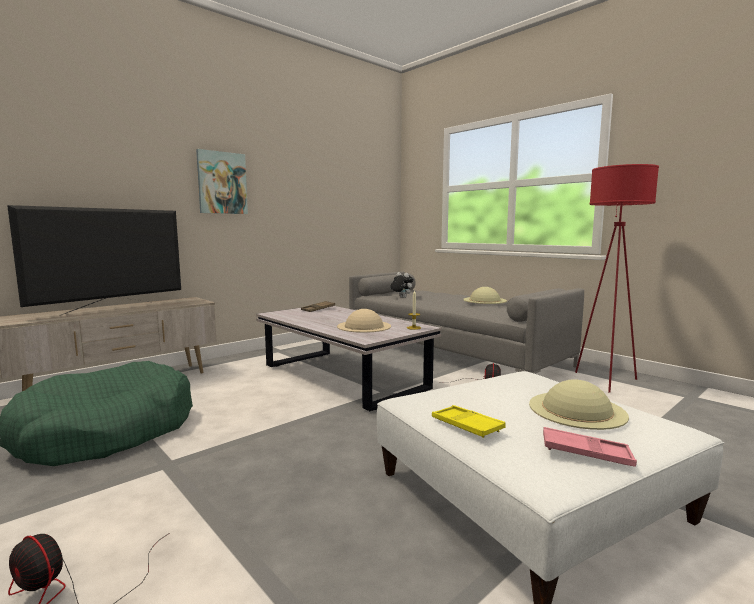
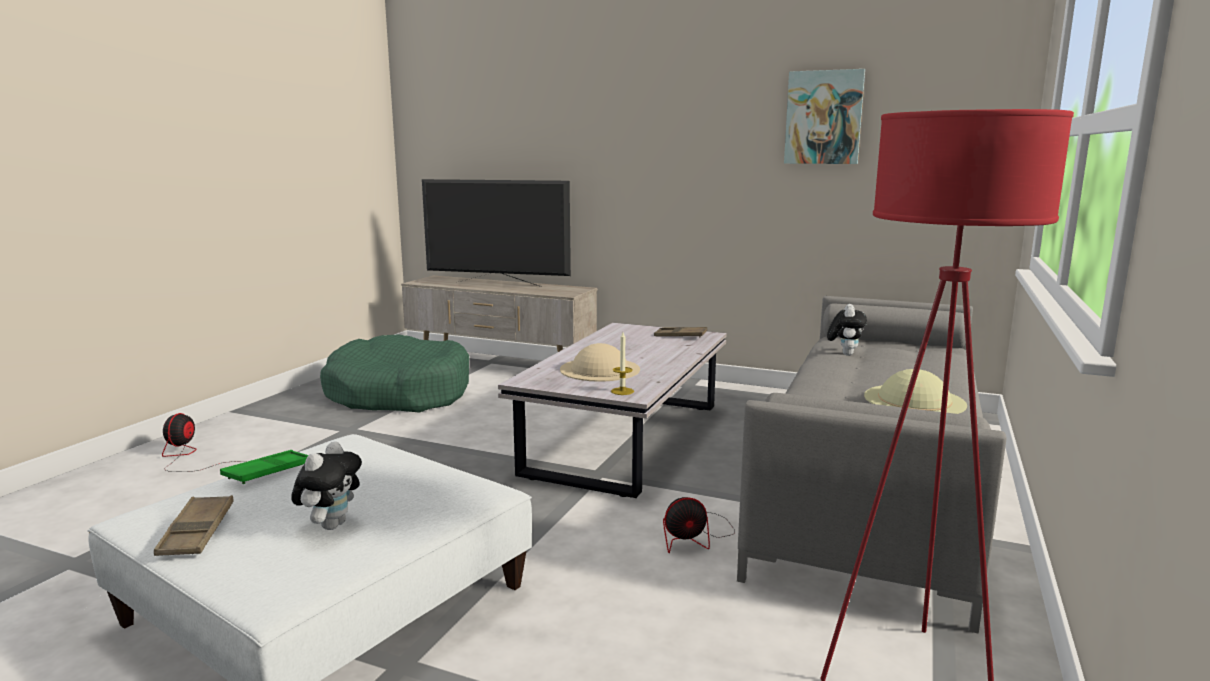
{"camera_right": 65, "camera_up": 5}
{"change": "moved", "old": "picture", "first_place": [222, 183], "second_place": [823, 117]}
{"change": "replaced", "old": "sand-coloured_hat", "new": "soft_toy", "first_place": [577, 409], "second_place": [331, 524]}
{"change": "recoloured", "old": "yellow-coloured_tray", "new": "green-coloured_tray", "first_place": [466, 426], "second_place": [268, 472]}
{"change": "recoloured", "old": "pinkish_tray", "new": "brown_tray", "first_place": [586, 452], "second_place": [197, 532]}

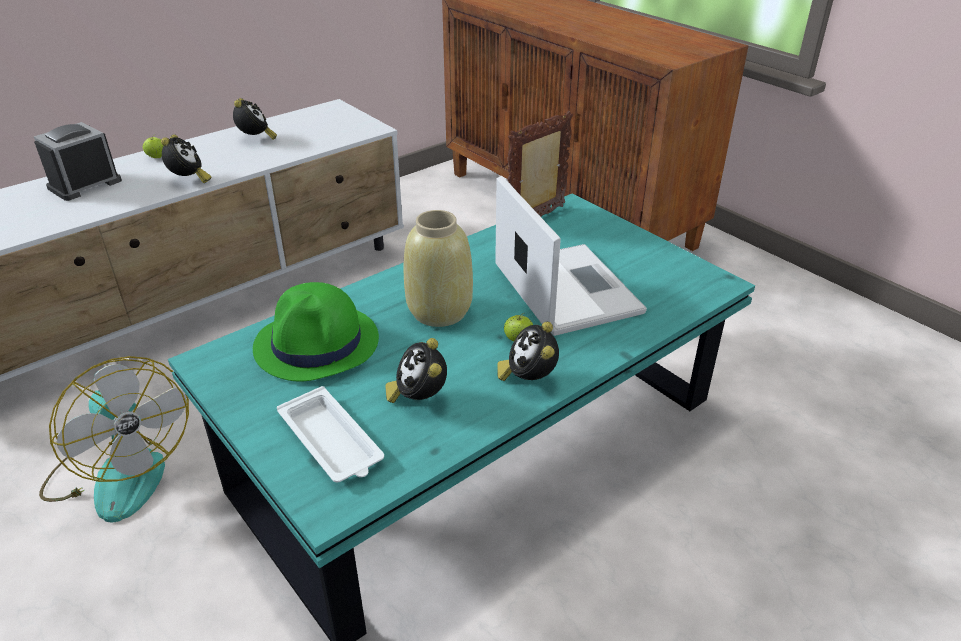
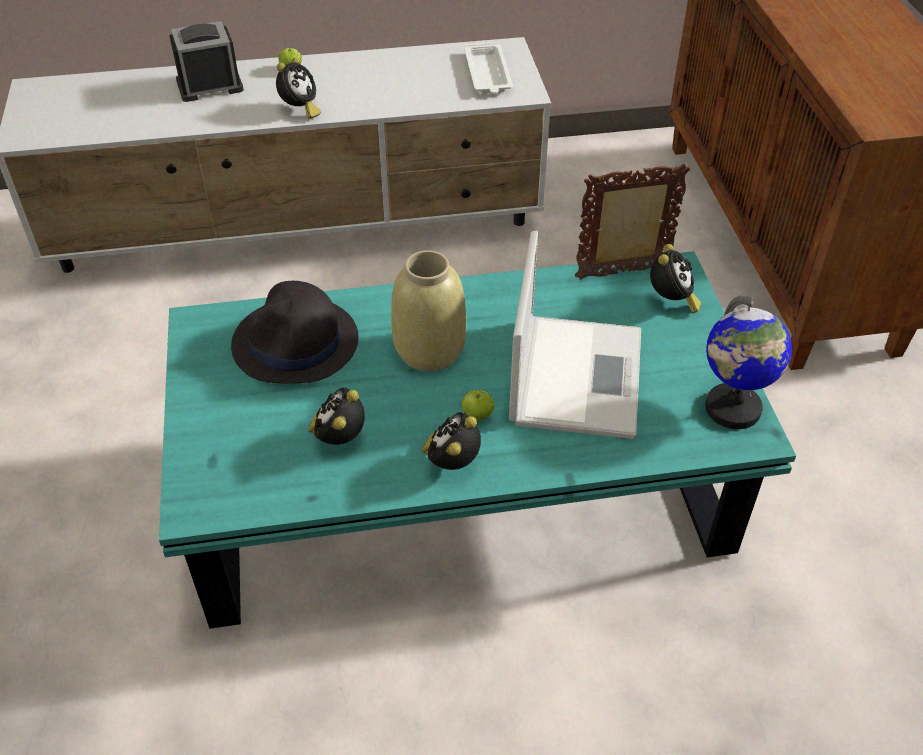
{"camera_right": 30, "camera_up": 10}
{"change": "removed", "old": "cooling_fan", "first_place": [121, 472]}
{"change": "added", "new": "desk_globe", "second_place": [732, 409]}
{"change": "moved", "old": "bedside_clock", "first_place": [256, 139], "second_place": [671, 301]}
{"change": "moved", "old": "white-coloured_tray", "first_place": [331, 442], "second_place": [488, 74]}
{"change": "recoloured", "old": "green-coloured_hat", "new": "blackish_hat", "first_place": [317, 344], "second_place": [296, 343]}

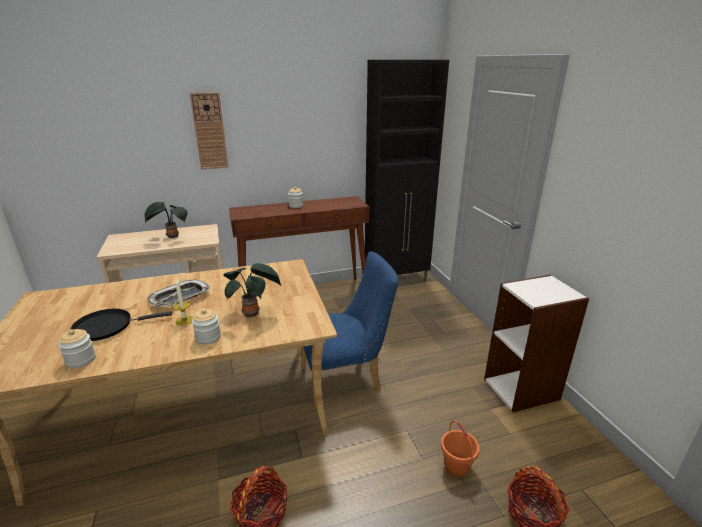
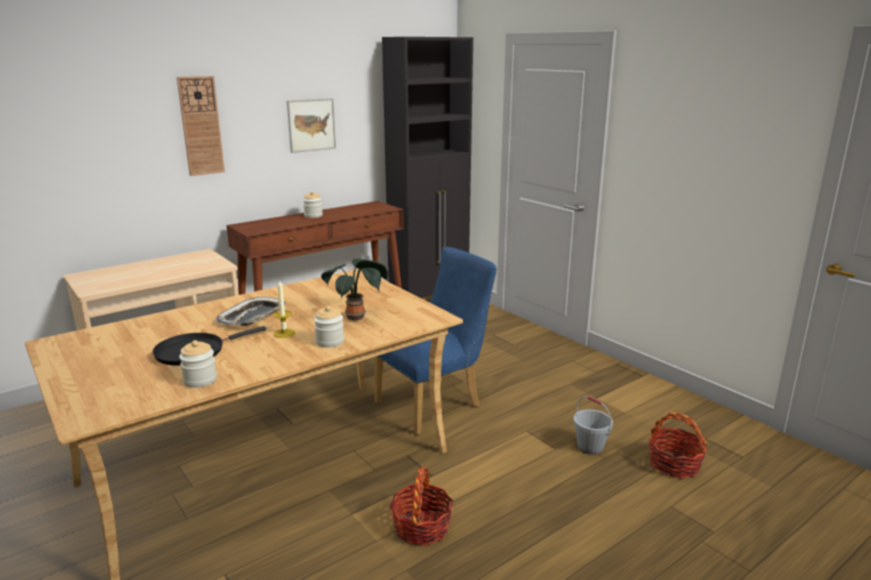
{"camera_right": -20, "camera_up": -5}
{"change": "removed", "old": "plant_in_a_pot", "first_place": [171, 237]}
{"change": "removed", "old": "bookshelf", "first_place": [522, 389]}
{"change": "added", "new": "picture", "second_place": [311, 125]}
{"change": "recoloured", "old": "orange_pail", "new": "greyish_pail", "first_place": [457, 466], "second_place": [590, 447]}

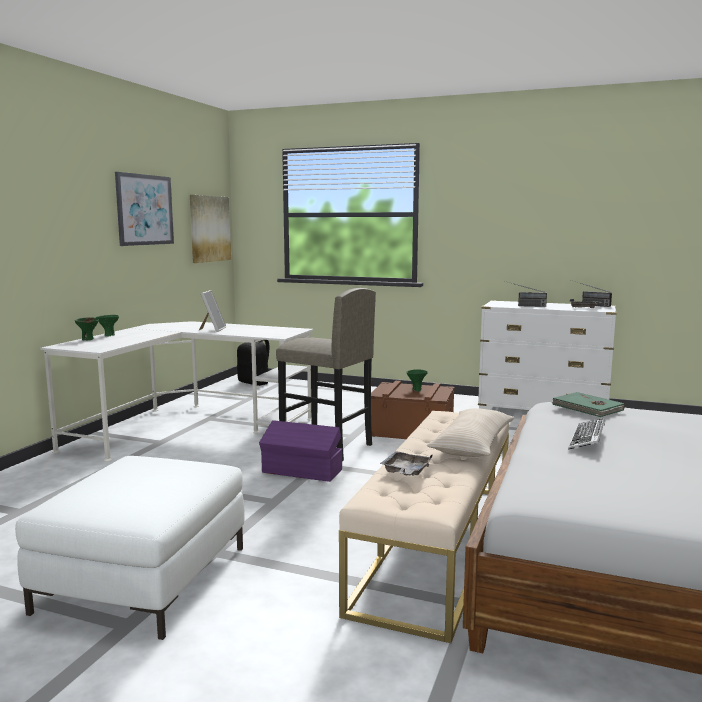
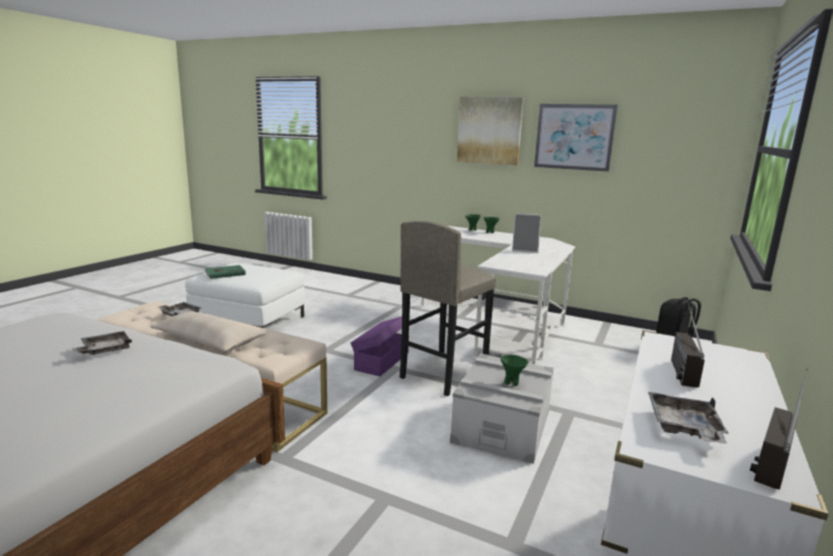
{"camera_right": 95, "camera_up": 5}
{"change": "moved", "old": "picture", "first_place": [209, 228], "second_place": [489, 130]}
{"change": "moved", "old": "green-coloured_volume", "first_place": [587, 408], "second_place": [225, 273]}
{"change": "replaced", "old": "PC_keyboard", "new": "greyish_tray", "first_place": [587, 439], "second_place": [105, 350]}
{"change": "recoloured", "old": "brown_storage_container", "new": "greyish_storage_container", "first_place": [411, 430], "second_place": [502, 426]}

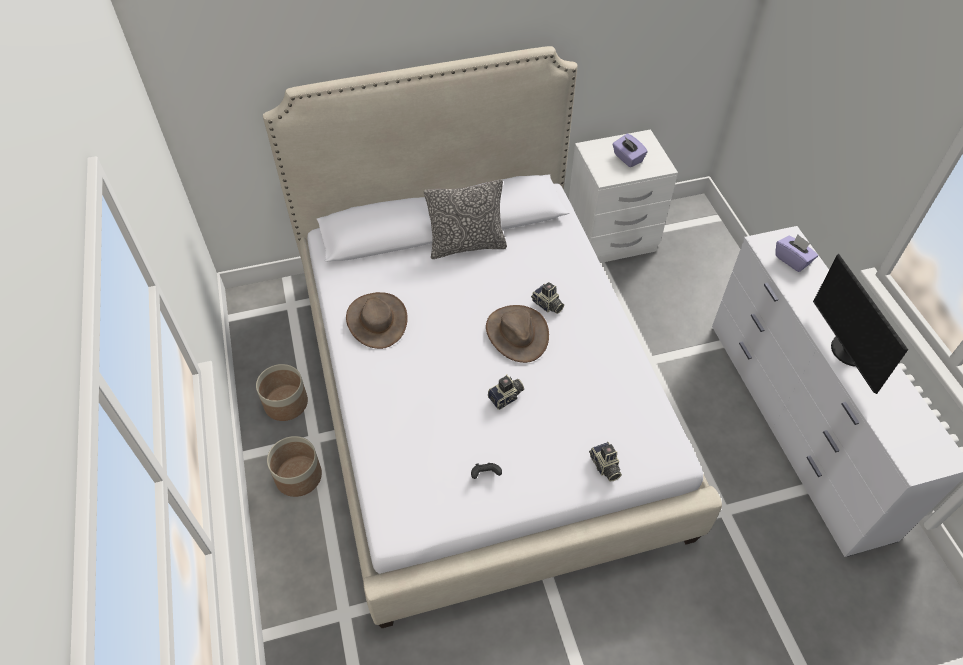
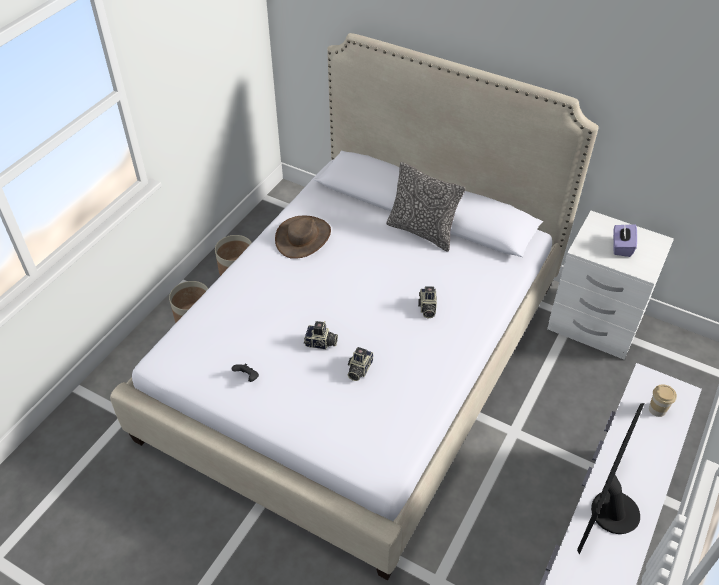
{"camera_right": 45, "camera_up": -5}
{"change": "removed", "old": "brown_hat", "first_place": [517, 334]}
{"change": "moved", "old": "photo_camera", "first_place": [604, 467], "second_place": [358, 369]}
{"change": "replaced", "old": "purplish_tissue_box", "new": "small_cup", "first_place": [792, 260], "second_place": [657, 409]}

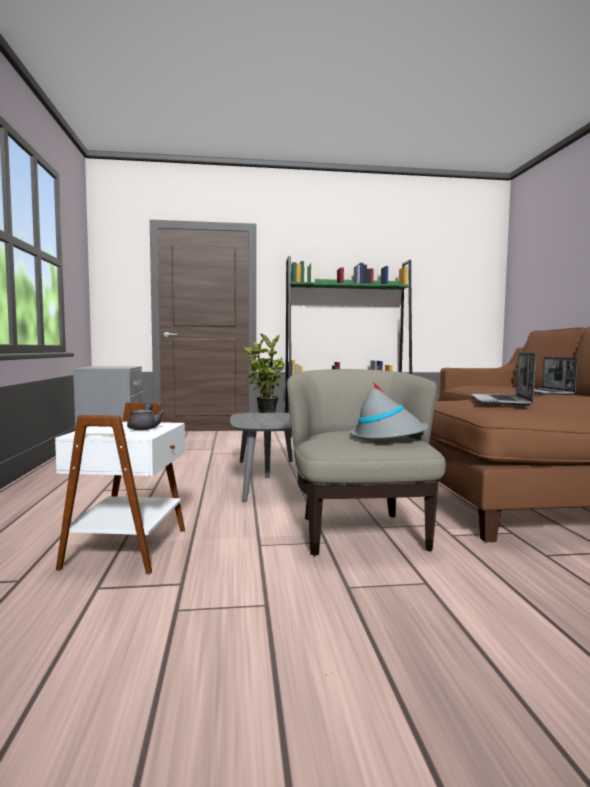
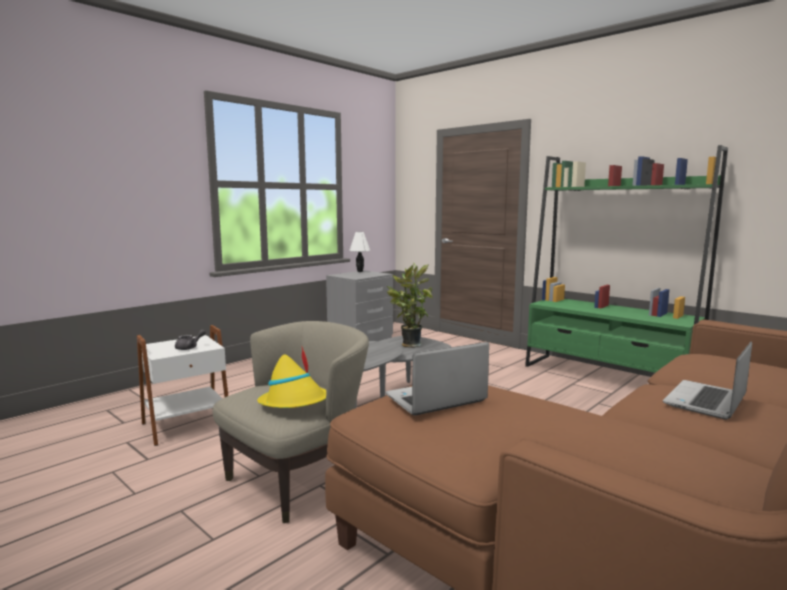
{"camera_right": 50, "camera_up": 5}
{"change": "added", "new": "white-coloured_tabletop_lamp", "second_place": [360, 271]}
{"change": "recoloured", "old": "greyish_hat", "new": "yellow-coloured_hat", "first_place": [388, 436], "second_place": [295, 402]}

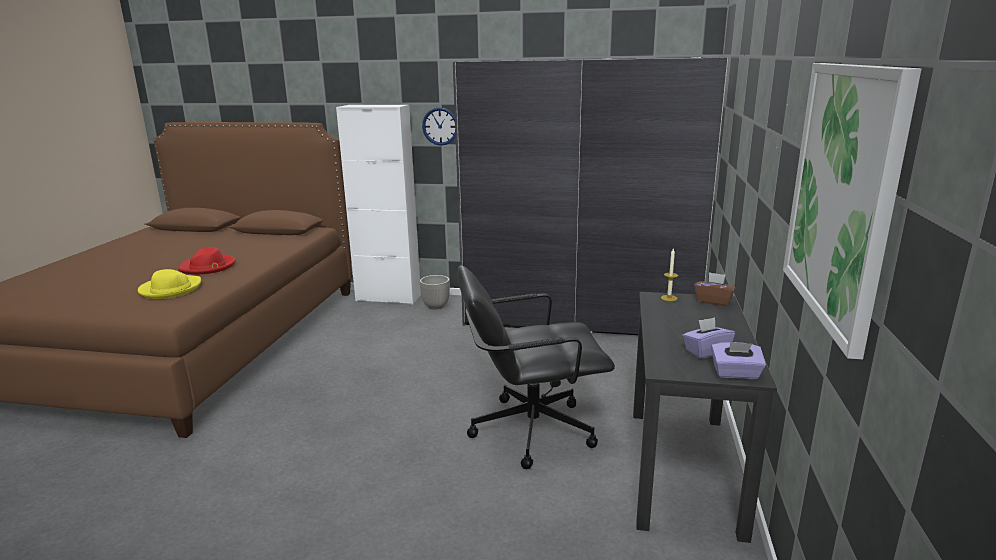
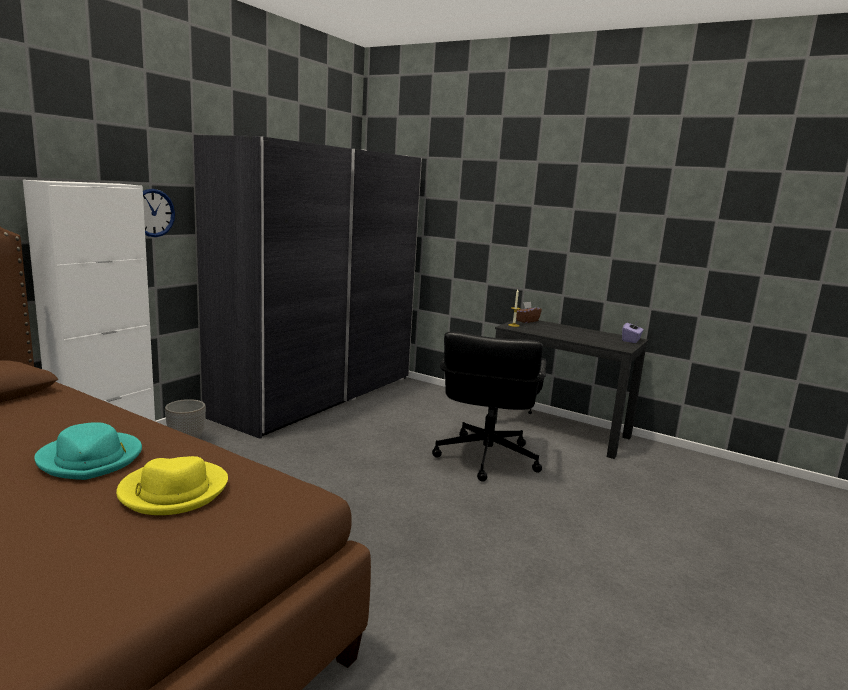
{"camera_right": -70, "camera_up": -5}
{"change": "removed", "old": "purplish_tissue_box", "first_place": [706, 351]}
{"change": "removed", "old": "picture", "first_place": [842, 194]}
{"change": "recoloured", "old": "red_hat", "new": "turquoise-coloured_hat", "first_place": [208, 267], "second_place": [91, 459]}

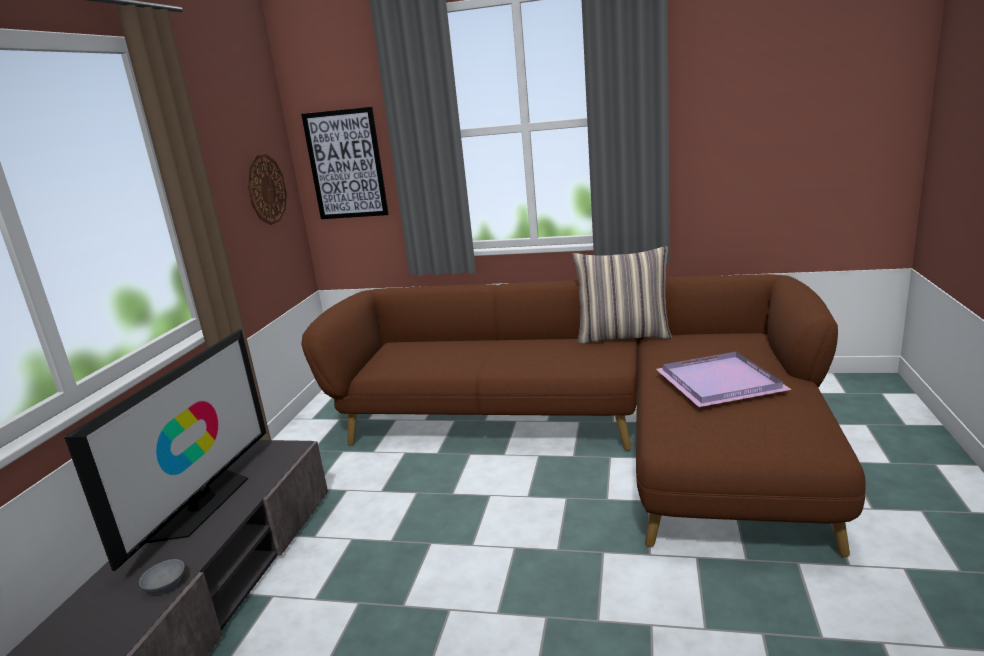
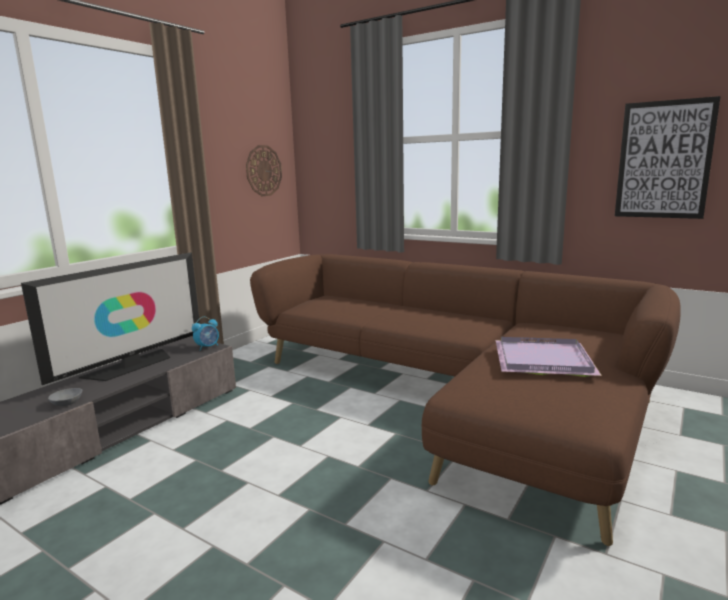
{"camera_right": 20, "camera_up": -5}
{"change": "removed", "old": "throw_pillow", "first_place": [623, 336]}
{"change": "added", "new": "bedside_clock", "second_place": [208, 347]}
{"change": "moved", "old": "picture", "first_place": [346, 164], "second_place": [664, 160]}

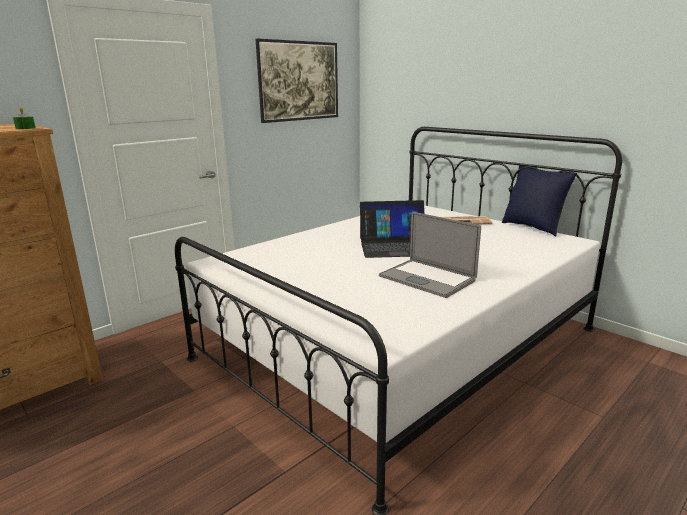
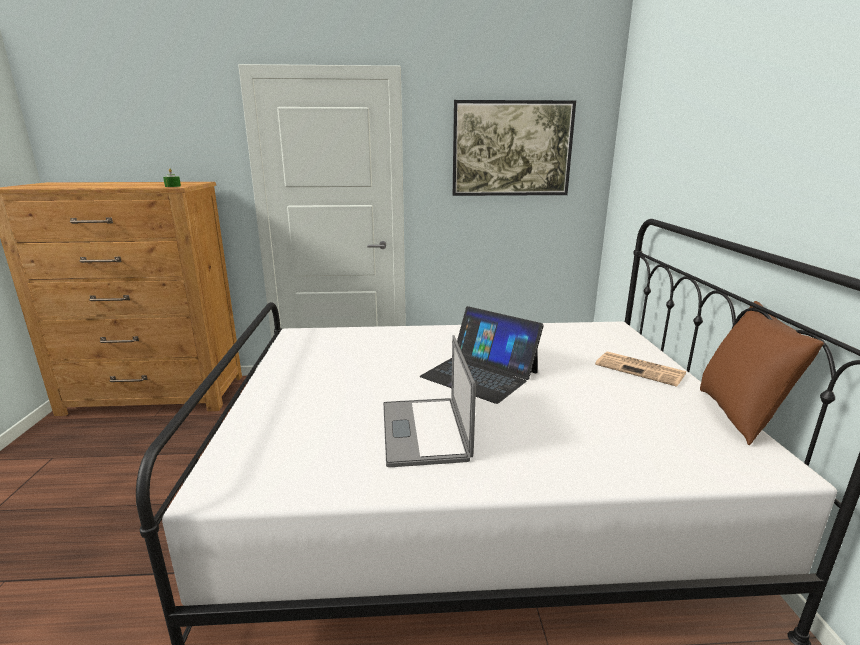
{"camera_right": 40, "camera_up": 0}
{"change": "recoloured", "old": "blue-coloured_throw_pillow", "new": "brown_throw_pillow", "first_place": [533, 228], "second_place": [740, 415]}

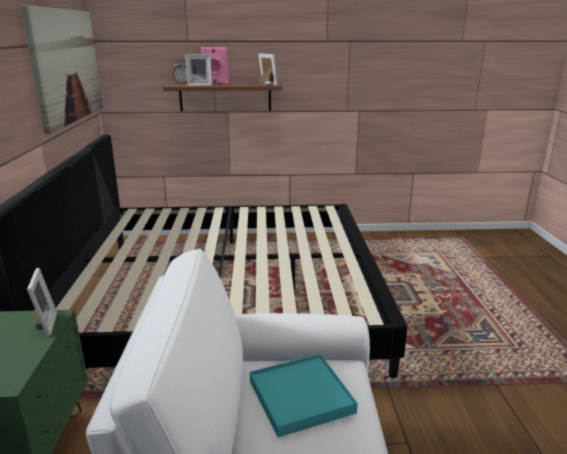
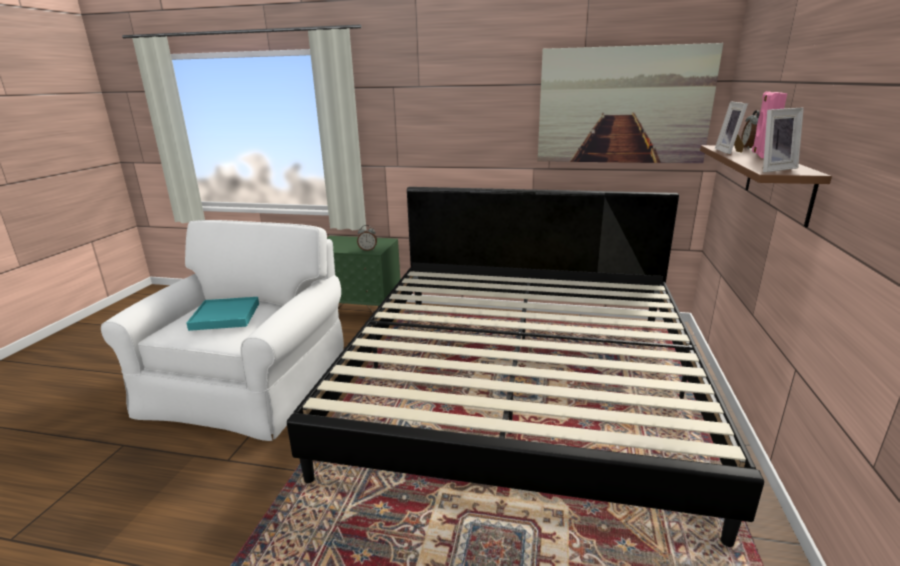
{"camera_right": 105, "camera_up": 0}
{"change": "replaced", "old": "picture_frame", "new": "bedside_clock", "first_place": [43, 325], "second_place": [368, 250]}

